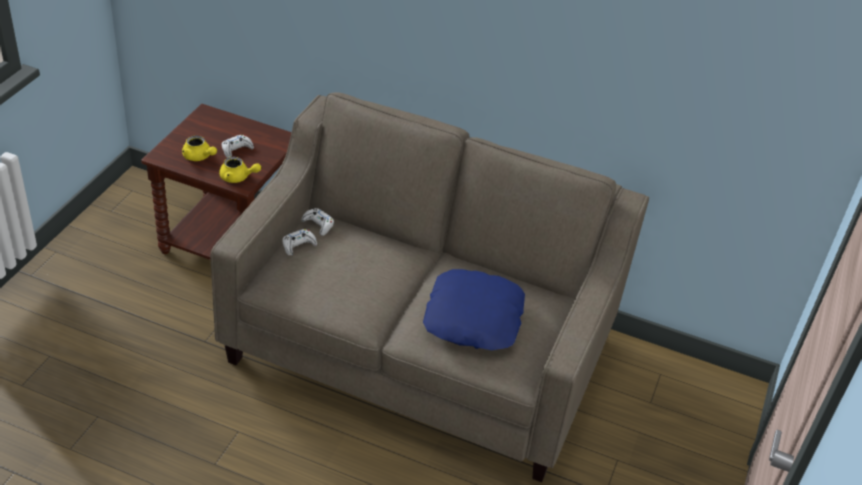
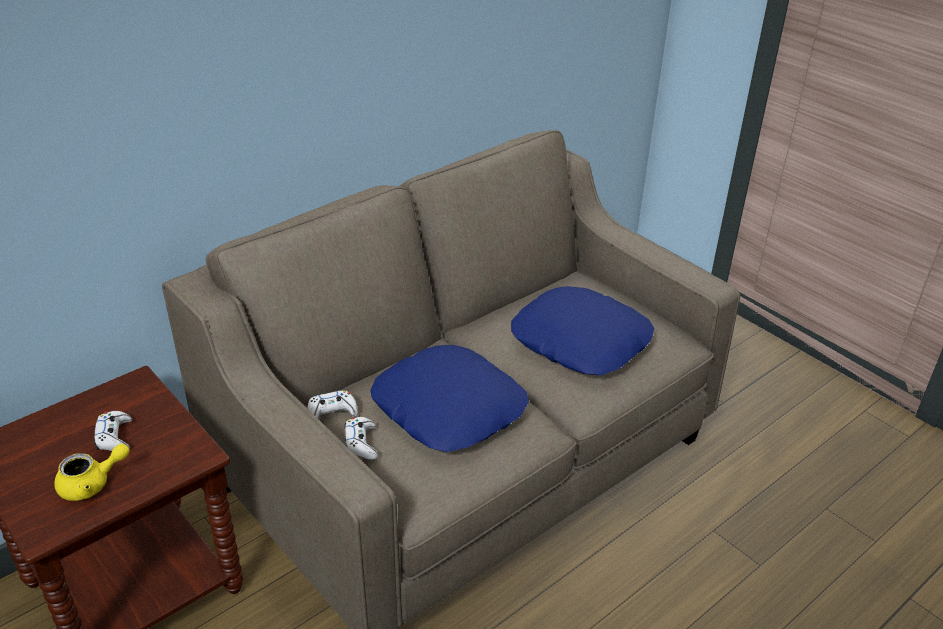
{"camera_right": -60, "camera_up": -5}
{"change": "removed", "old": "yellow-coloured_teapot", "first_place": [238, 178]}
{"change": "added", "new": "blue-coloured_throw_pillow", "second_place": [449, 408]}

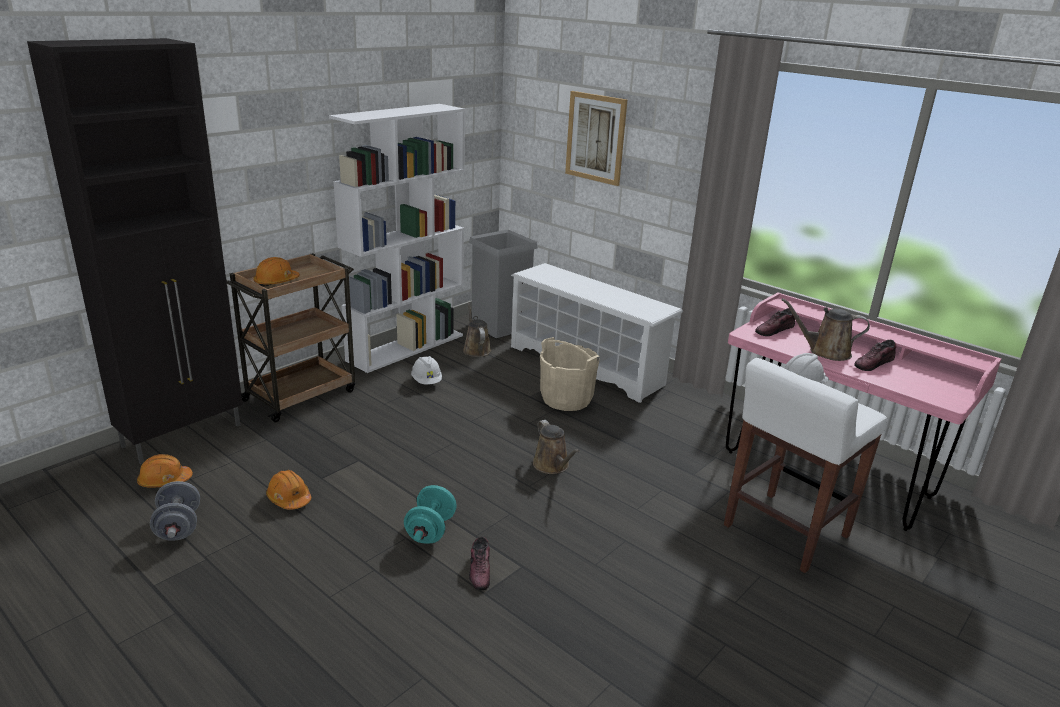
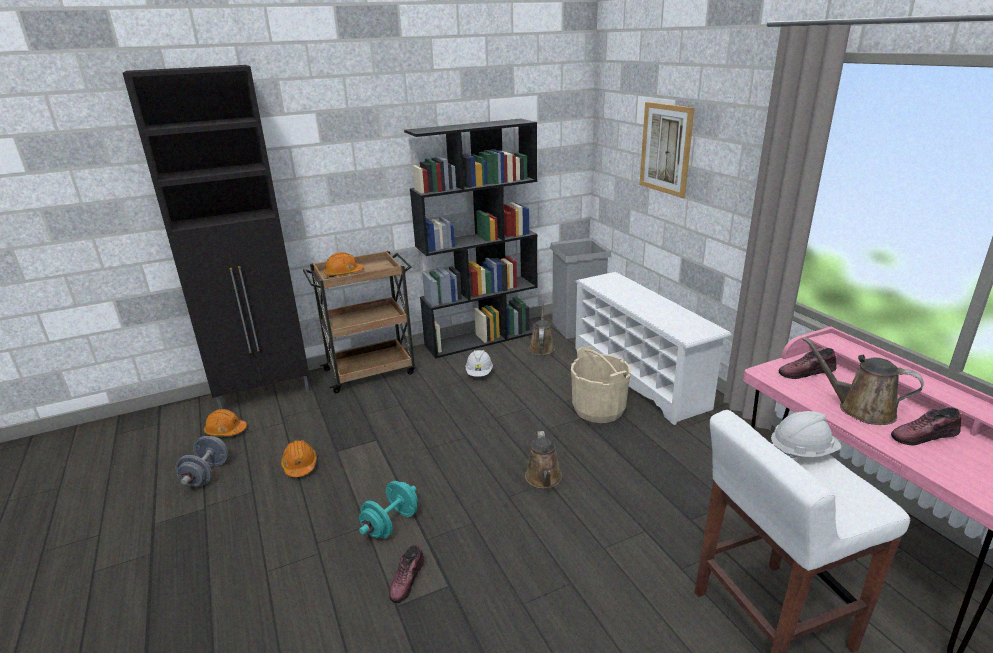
{"camera_right": 25, "camera_up": 0}
{"change": "recoloured", "old": "white-coloured_bookshelf", "new": "blackish_bookshelf", "first_place": [406, 347], "second_place": [482, 338]}

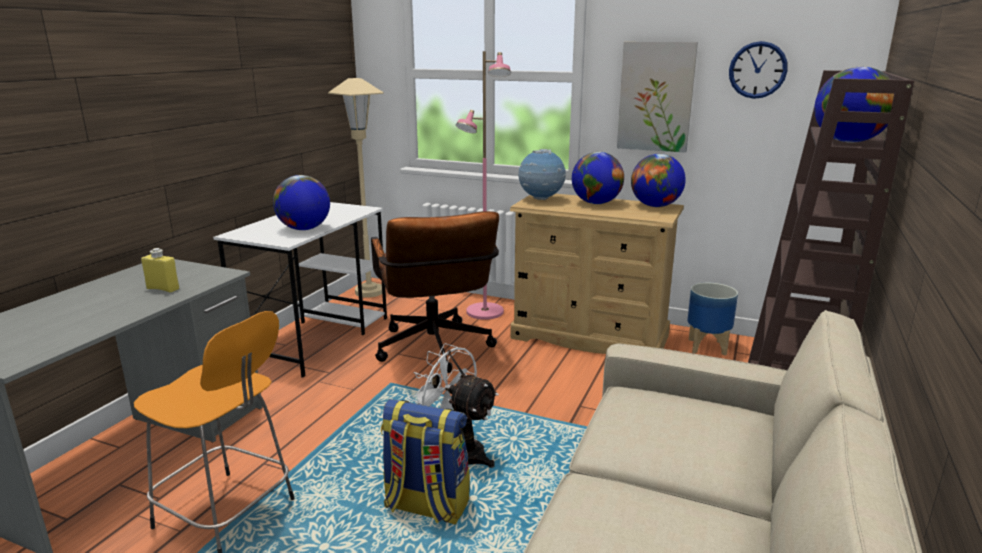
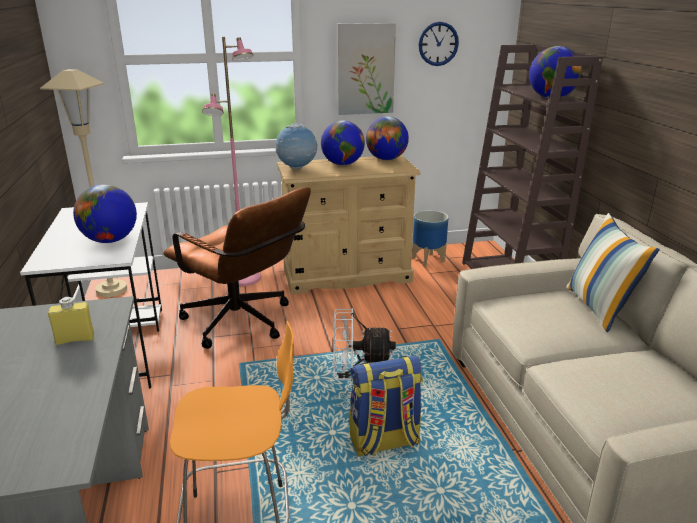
{"camera_right": -35, "camera_up": 5}
{"change": "added", "new": "throw_pillow", "second_place": [599, 308]}

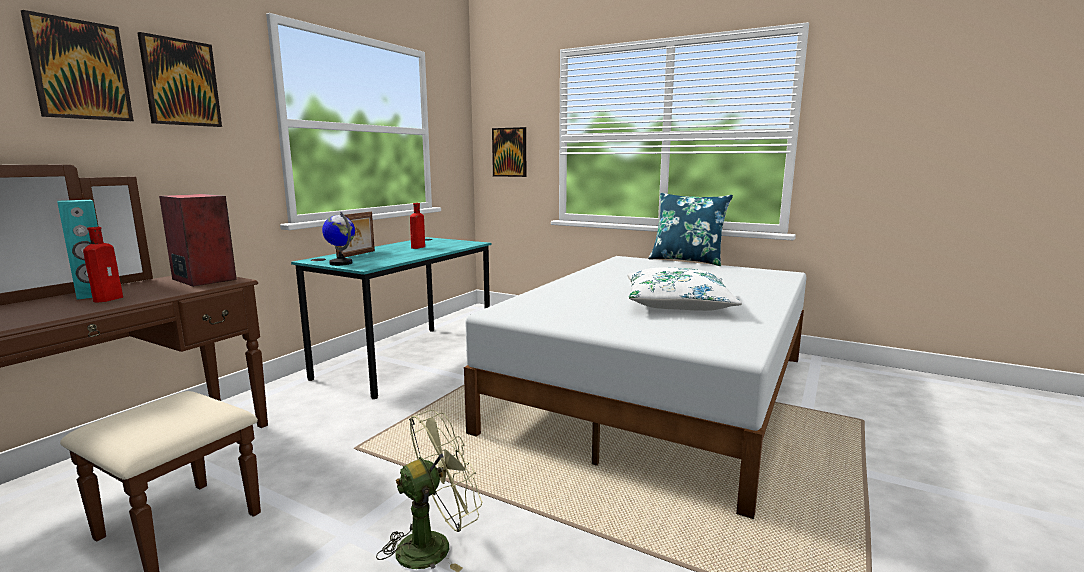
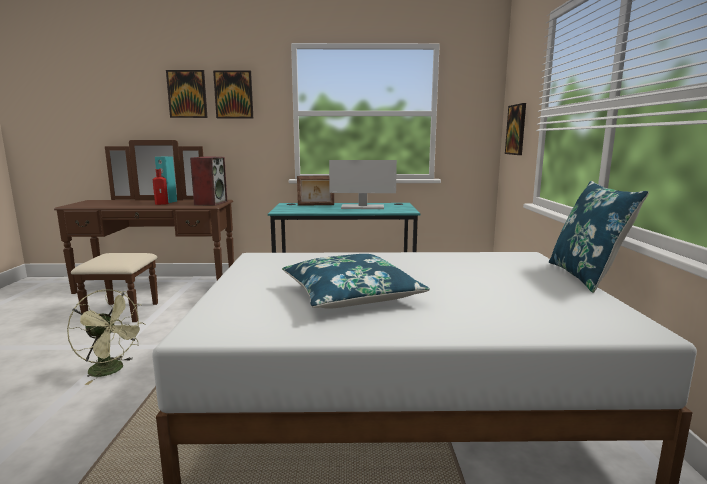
{"camera_right": 60, "camera_up": 0}
{"change": "removed", "old": "desk_globe", "first_place": [341, 263]}
{"change": "replaced", "old": "red_bottle", "new": "monitor", "first_place": [417, 247], "second_place": [362, 207]}
{"change": "recoloured", "old": "white-coloured_throw_pillow", "new": "blue-coloured_throw_pillow", "first_place": [678, 303], "second_place": [351, 295]}

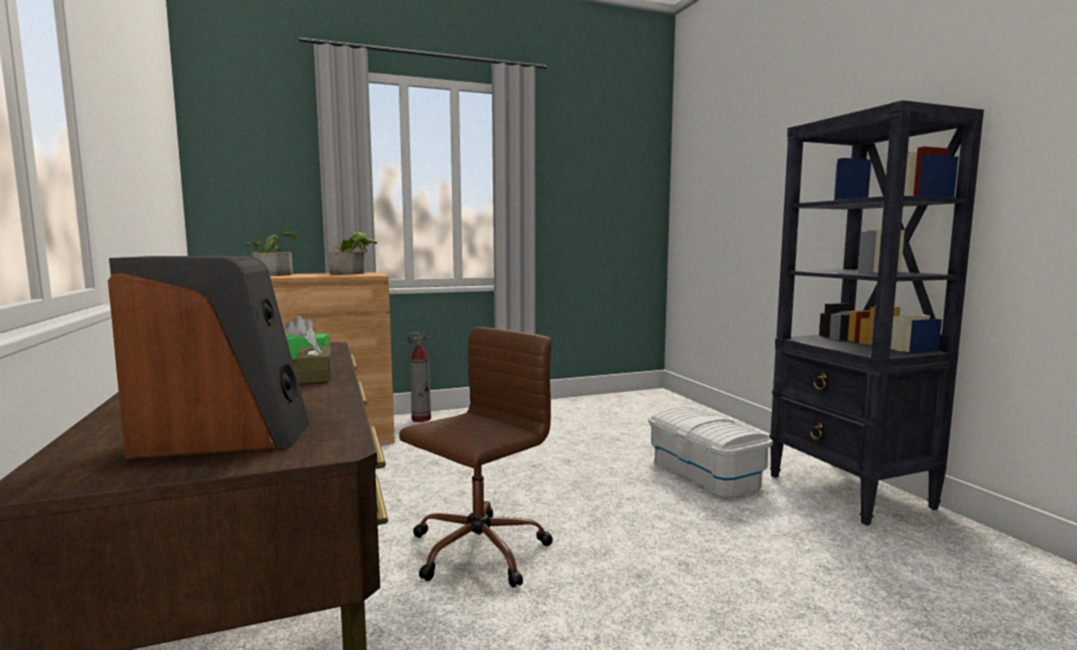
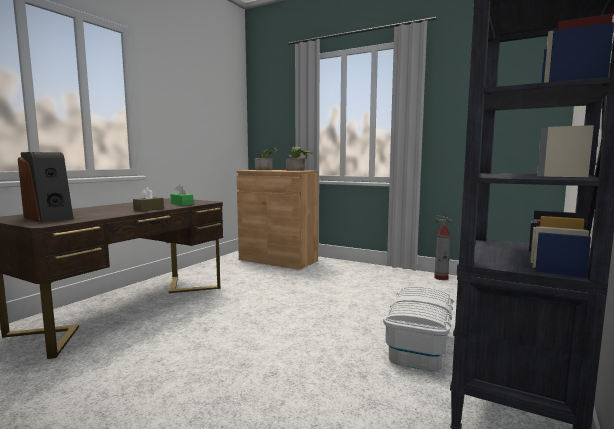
{"camera_right": 50, "camera_up": 0}
{"change": "removed", "old": "brown_desk_chair", "first_place": [476, 551]}
{"change": "moved", "old": "extinguisher", "first_place": [421, 419], "second_place": [441, 278]}

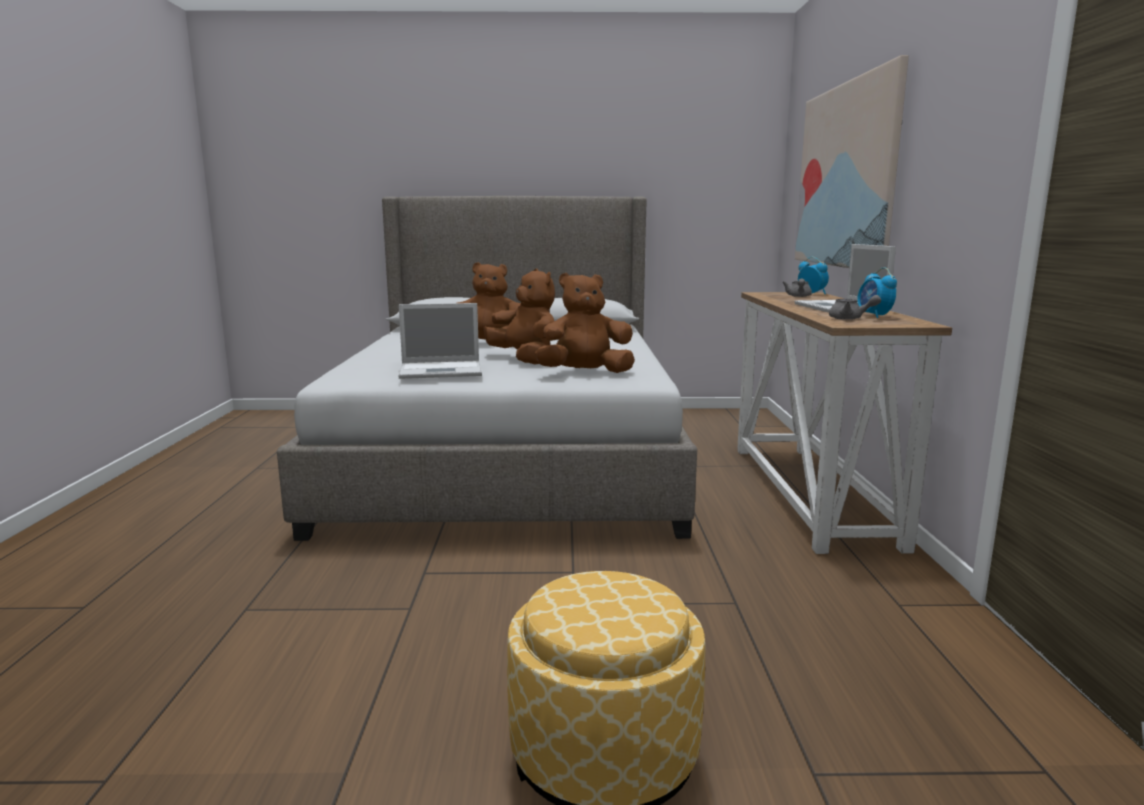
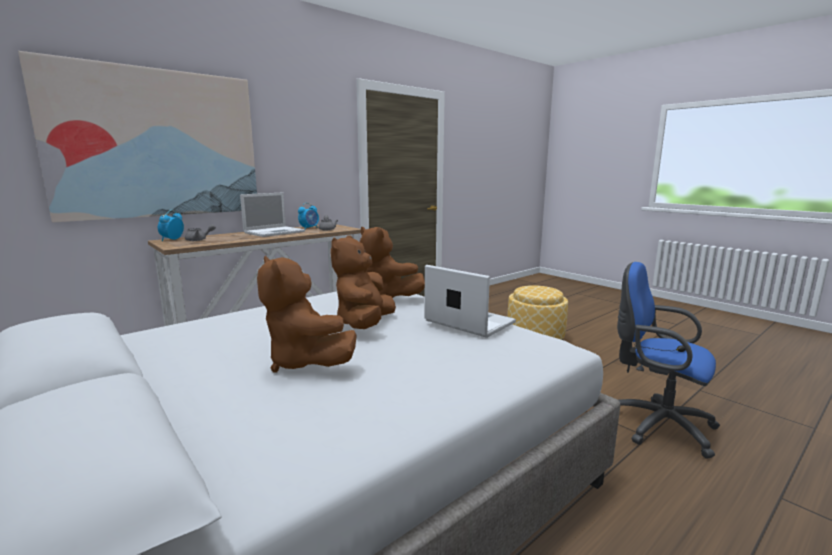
{"camera_right": -130, "camera_up": 0}
{"change": "added", "new": "blue-coloured_desk_chair", "second_place": [656, 425]}

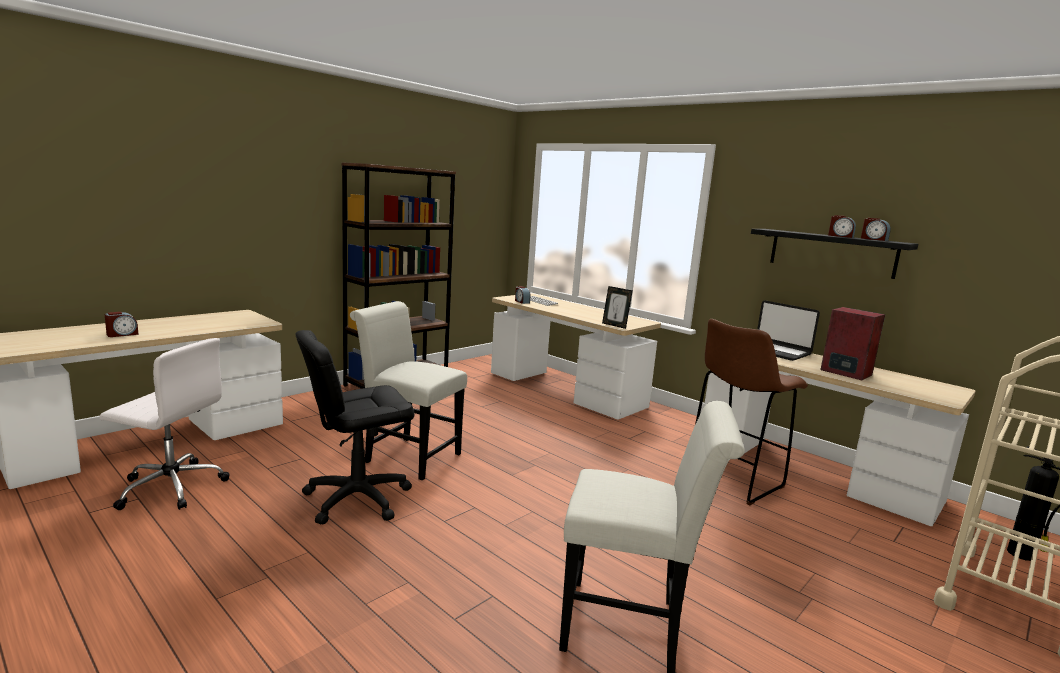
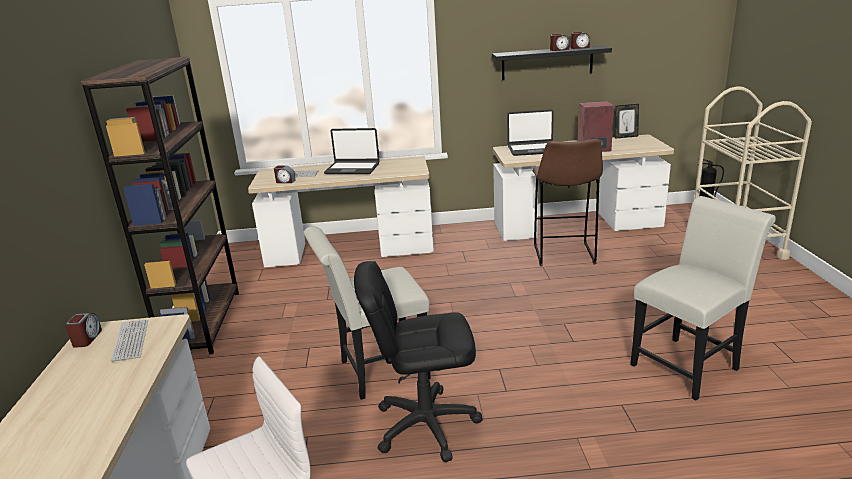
{"camera_right": -45, "camera_up": 10}
{"change": "added", "new": "PC_keyboard", "second_place": [131, 341]}
{"change": "added", "new": "laptop", "second_place": [352, 169]}
{"change": "moved", "old": "bedside_clock", "first_place": [122, 334], "second_place": [87, 338]}
{"change": "moved", "old": "picture_frame", "first_place": [615, 325], "second_place": [625, 137]}
{"change": "turned", "old": "blackish_desk_chair", "first_place": [357, 498], "second_place": [426, 425], "degrees": 75}

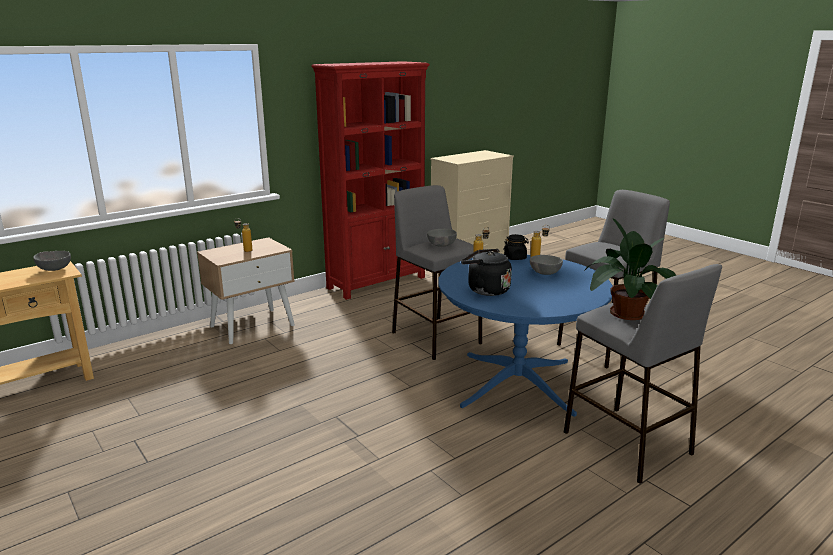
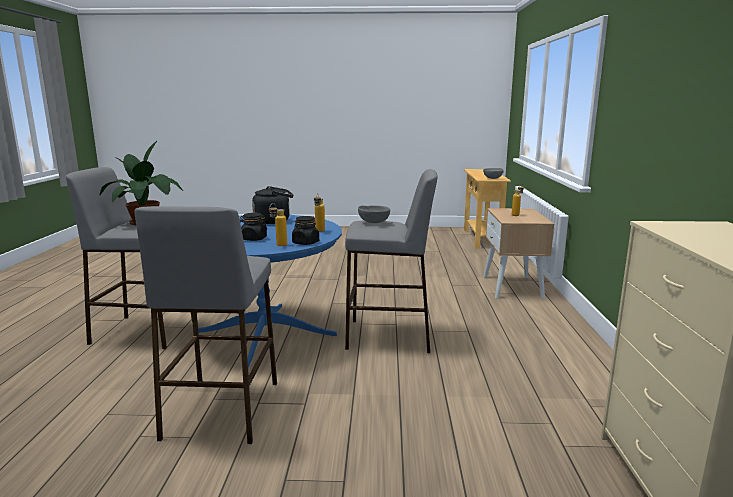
{"camera_right": 130, "camera_up": -5}
{"change": "removed", "old": "red_bookshelf", "first_place": [377, 282]}
{"change": "replaced", "old": "greyish_deep_dish", "new": "blackish_preserve_jar", "first_place": [544, 273], "second_place": [253, 239]}

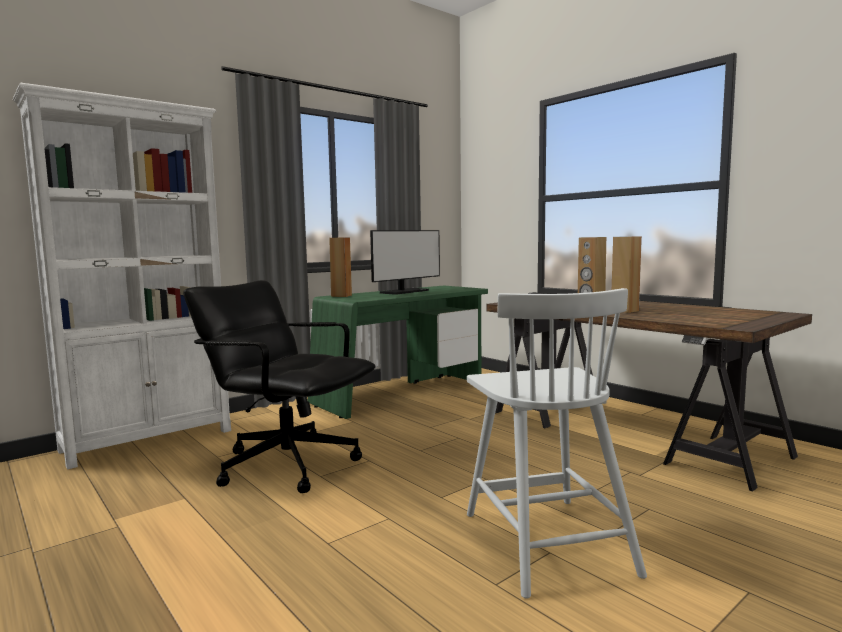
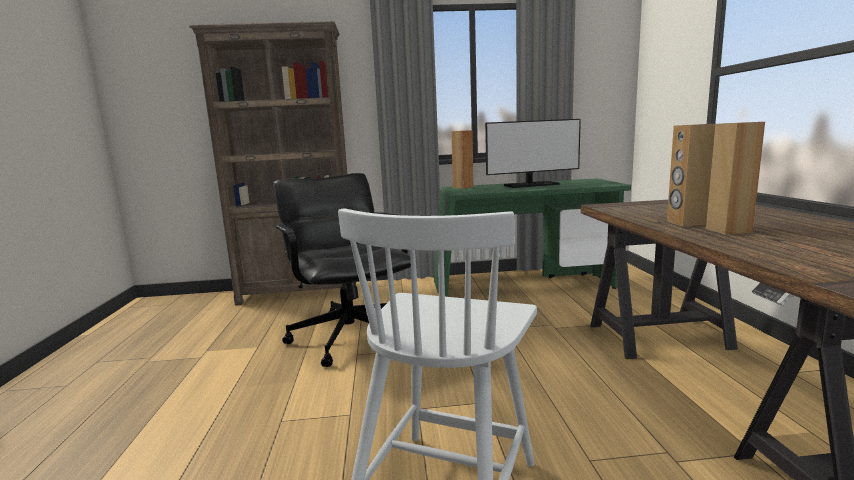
{"camera_right": 35, "camera_up": 5}
{"change": "recoloured", "old": "white-coloured_bookshelf", "new": "brown_bookshelf", "first_place": [149, 440], "second_place": [299, 293]}

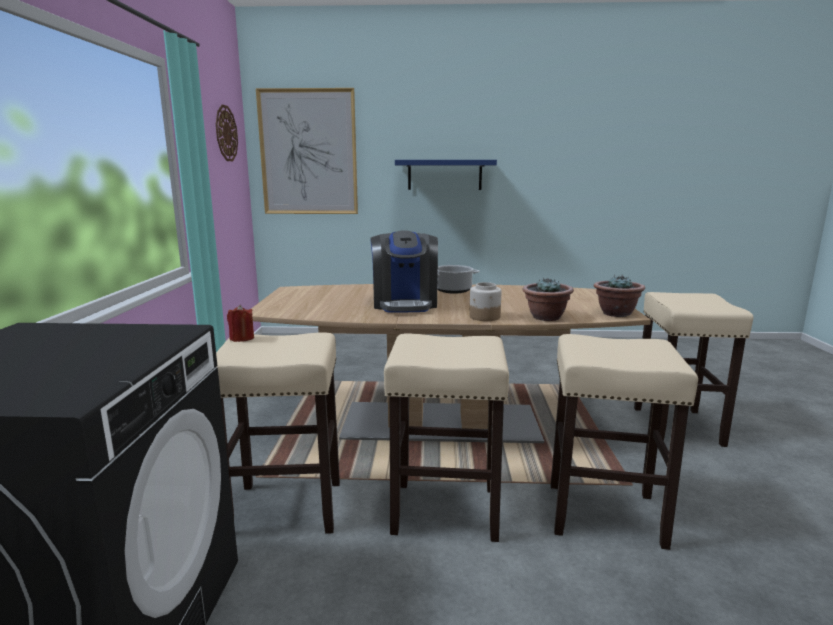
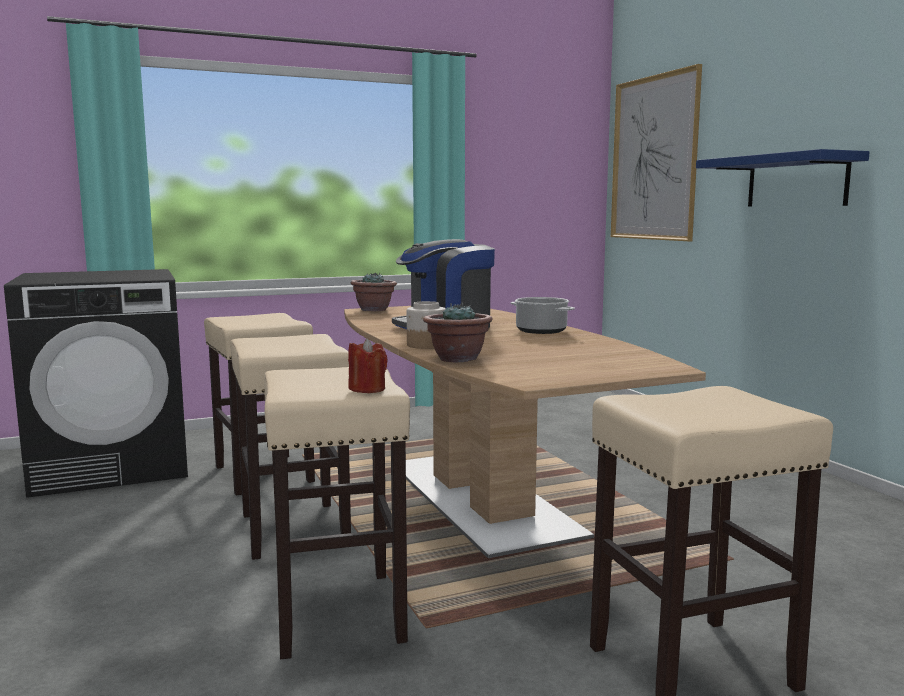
{"camera_right": 65, "camera_up": -5}
{"change": "removed", "old": "clock_on_the_wall", "first_place": [226, 133]}
{"change": "moved", "old": "red_candle", "first_place": [242, 338], "second_place": [367, 389]}
{"change": "moved", "old": "plant_in_a_pot", "first_place": [615, 313], "second_place": [374, 310]}

